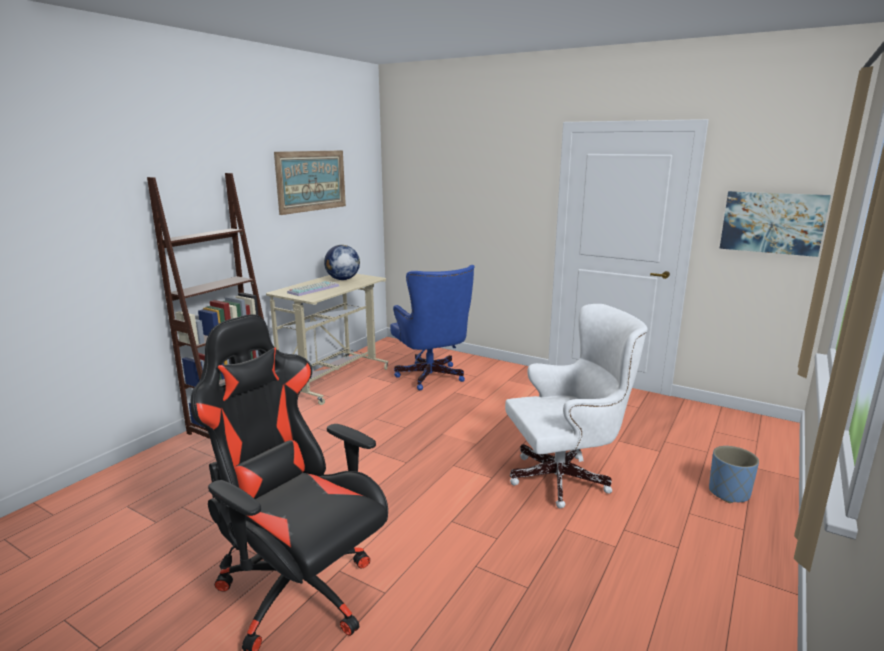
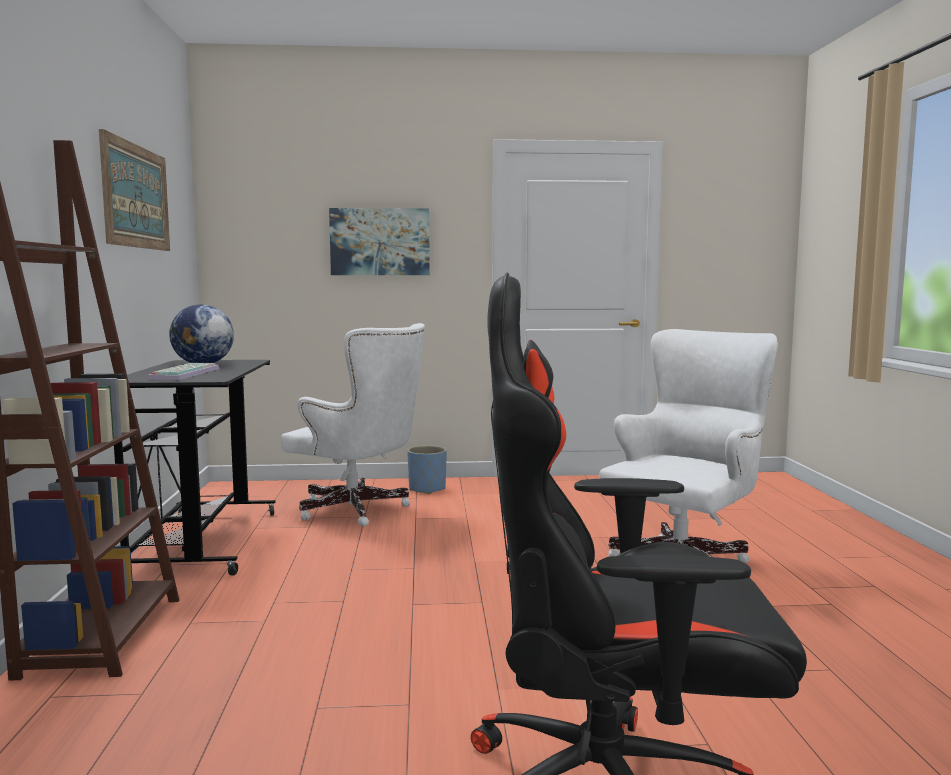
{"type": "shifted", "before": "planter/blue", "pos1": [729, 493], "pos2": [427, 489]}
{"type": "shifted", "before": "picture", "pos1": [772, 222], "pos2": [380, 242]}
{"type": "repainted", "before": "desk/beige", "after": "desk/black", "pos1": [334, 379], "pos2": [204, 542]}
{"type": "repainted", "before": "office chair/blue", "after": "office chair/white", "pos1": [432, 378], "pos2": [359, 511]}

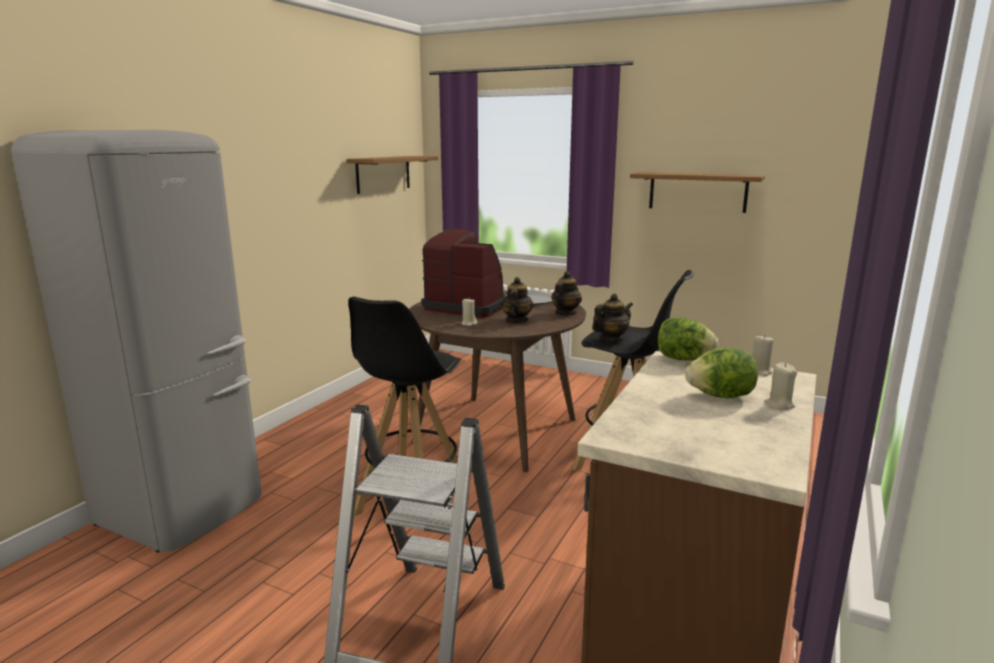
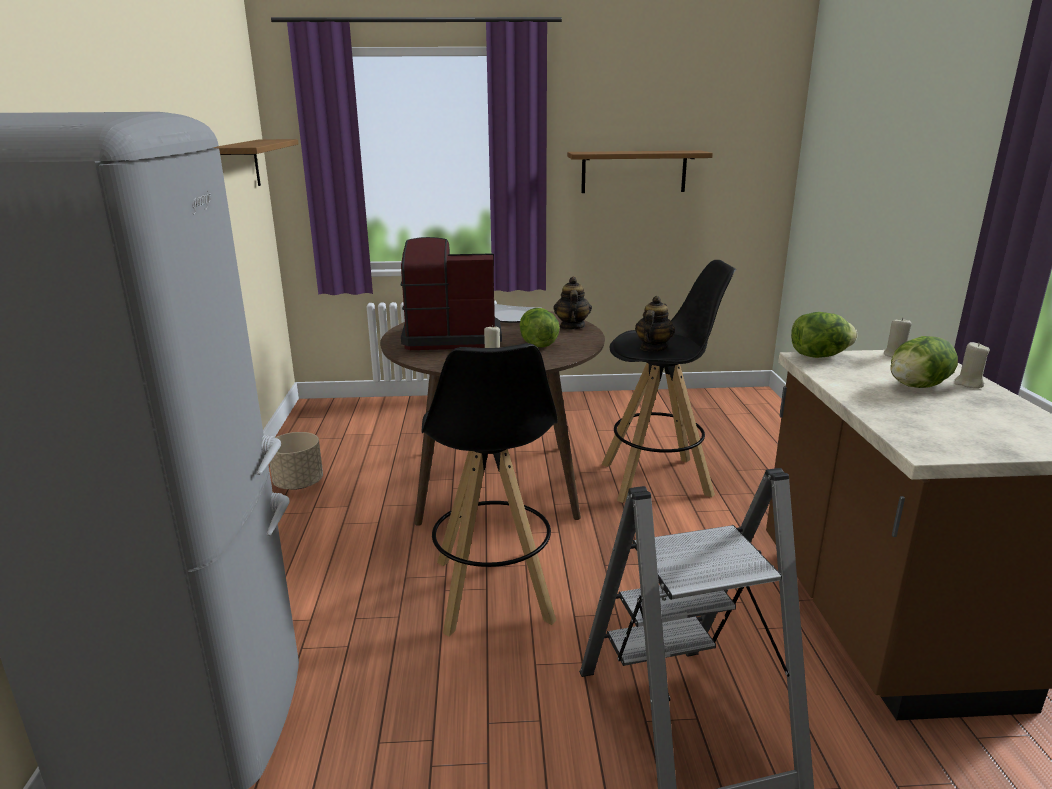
{"type": "new", "after": "planter/beige", "pos2": [298, 483]}
{"type": "swapped", "before": "teapot", "after": "lettuce", "pos1": [516, 320], "pos2": [538, 344]}

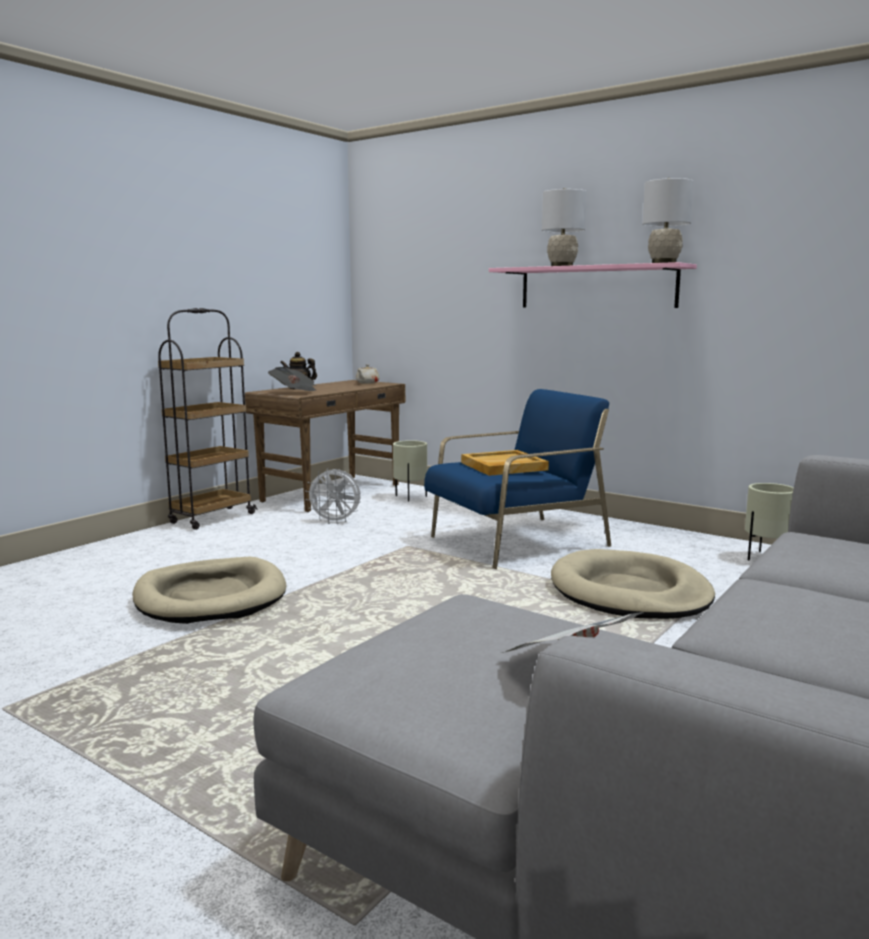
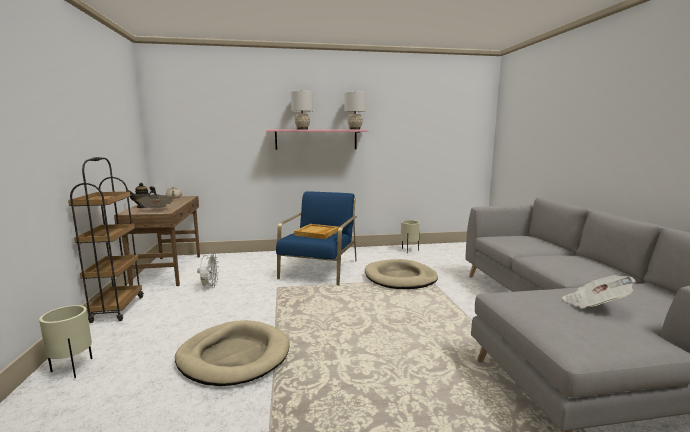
{"type": "shifted", "before": "planter/beige", "pos1": [410, 498], "pos2": [73, 369]}
{"type": "rotated", "before": "fan/white", "pos1": [335, 522], "pos2": [209, 286], "turn": -60}

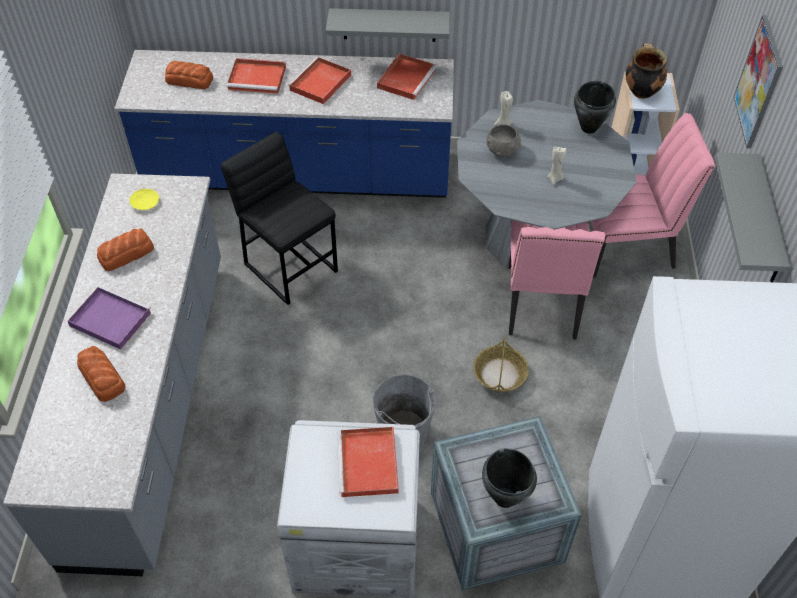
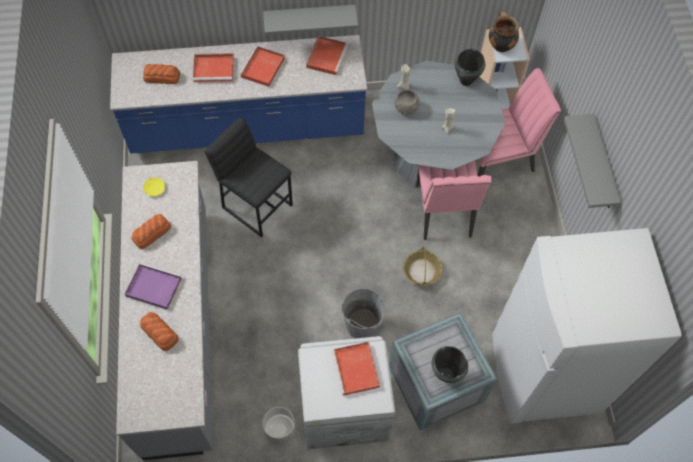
{"type": "gone", "before": "picture", "pos1": [758, 82]}
{"type": "new", "after": "planter/grey", "pos2": [280, 430]}

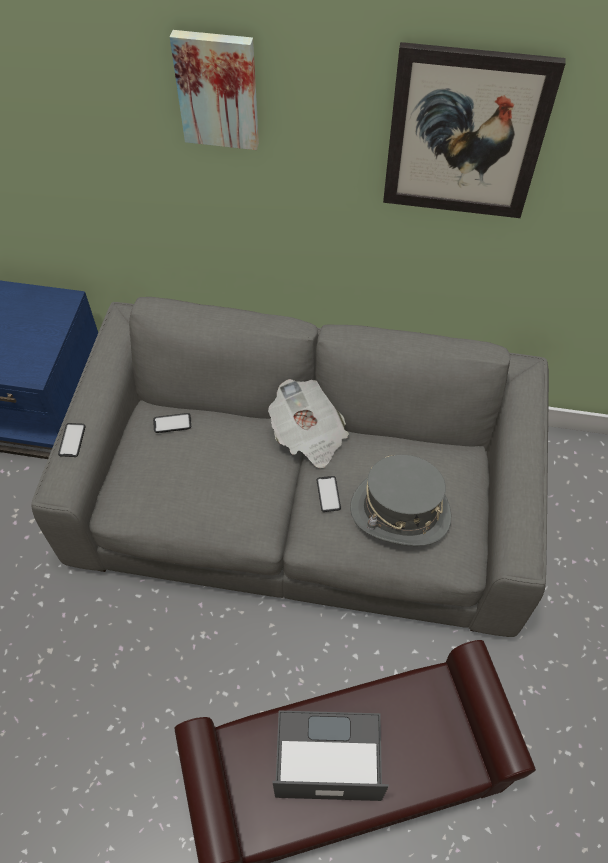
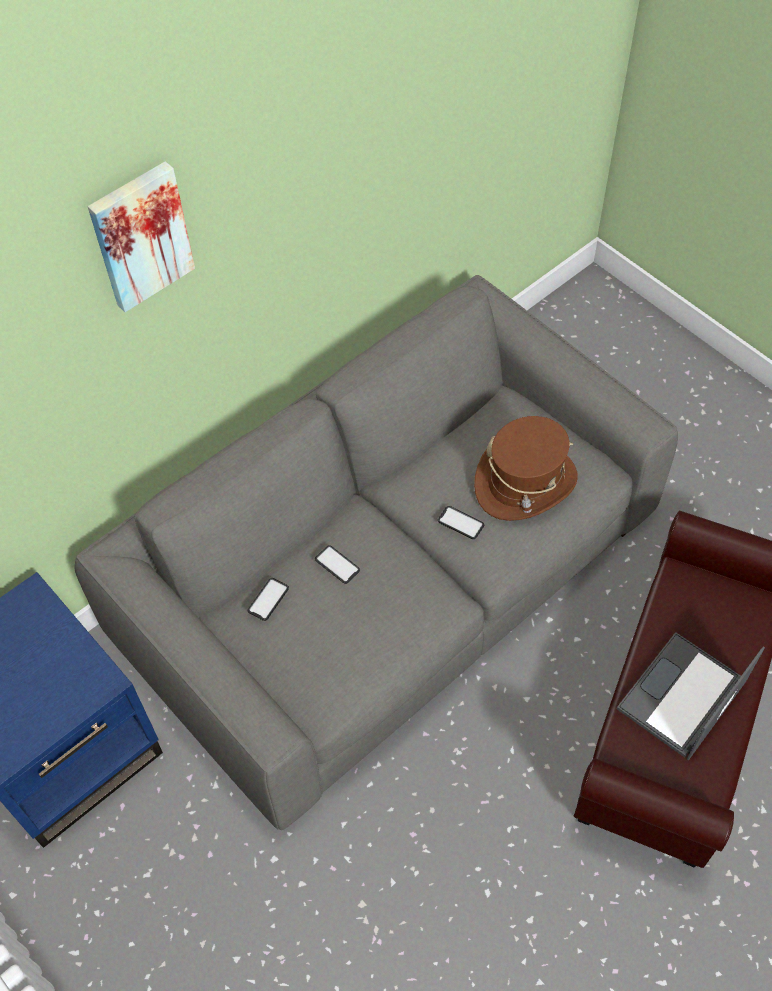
{"type": "gone", "before": "newspaper", "pos1": [309, 435]}
{"type": "gone", "before": "picture", "pos1": [465, 134]}
{"type": "shifted", "before": "phone", "pos1": [72, 440], "pos2": [337, 565]}
{"type": "repainted", "before": "hat/grey", "after": "hat/brown", "pos1": [400, 512], "pos2": [525, 483]}

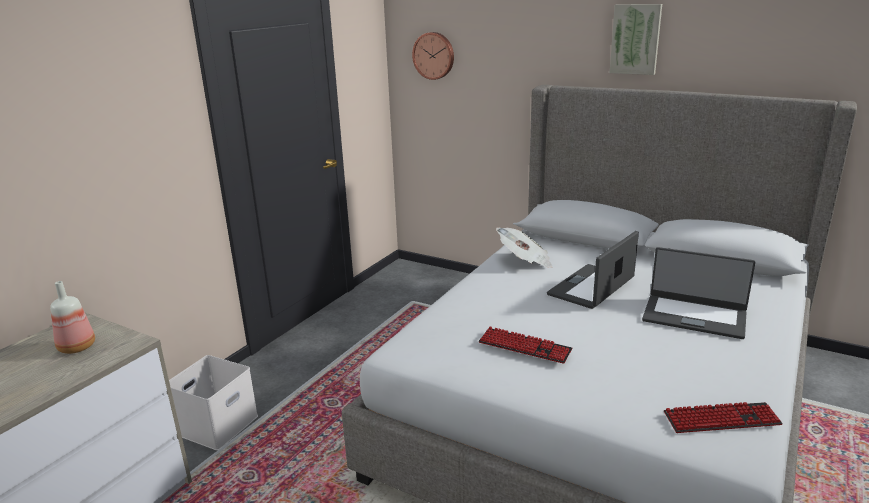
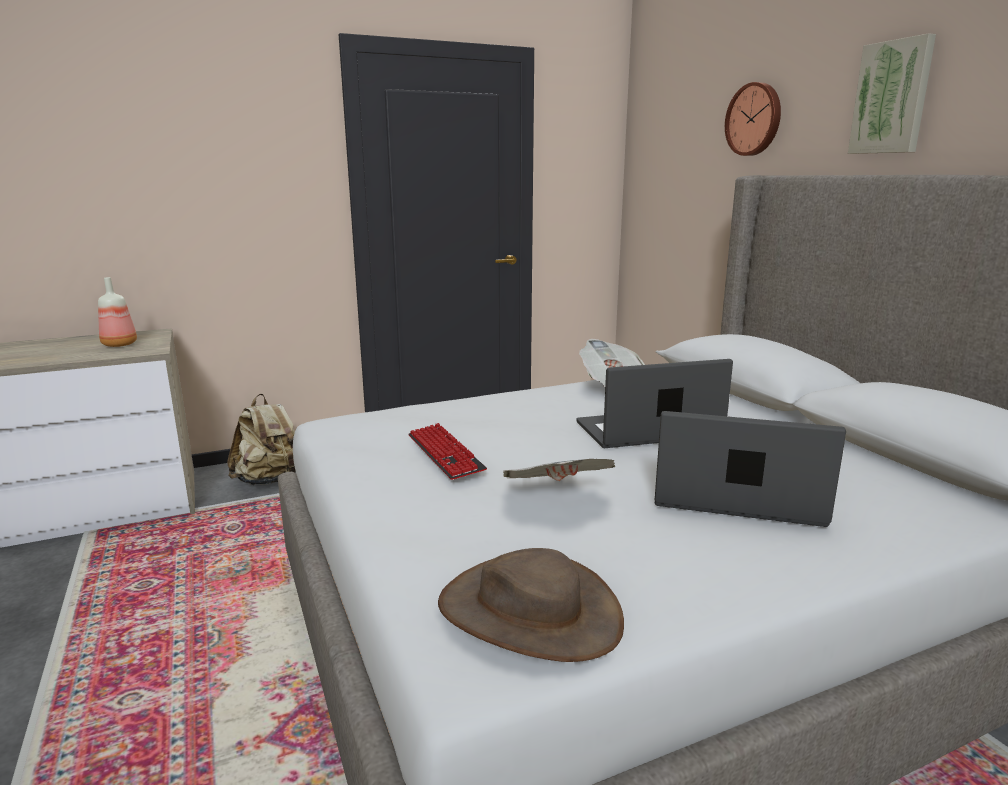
{"type": "new", "after": "newspaper", "pos2": [557, 498]}
{"type": "shifted", "before": "wall clock", "pos1": [434, 55], "pos2": [754, 119]}
{"type": "swapped", "before": "storage box/white", "after": "backpack/beige", "pos1": [217, 423], "pos2": [271, 481]}
{"type": "swapped", "before": "keyboard", "after": "hat/brown", "pos1": [721, 419], "pos2": [529, 612]}
{"type": "rotated", "before": "laptop", "pos1": [694, 316], "pos2": [737, 498], "turn": 135}

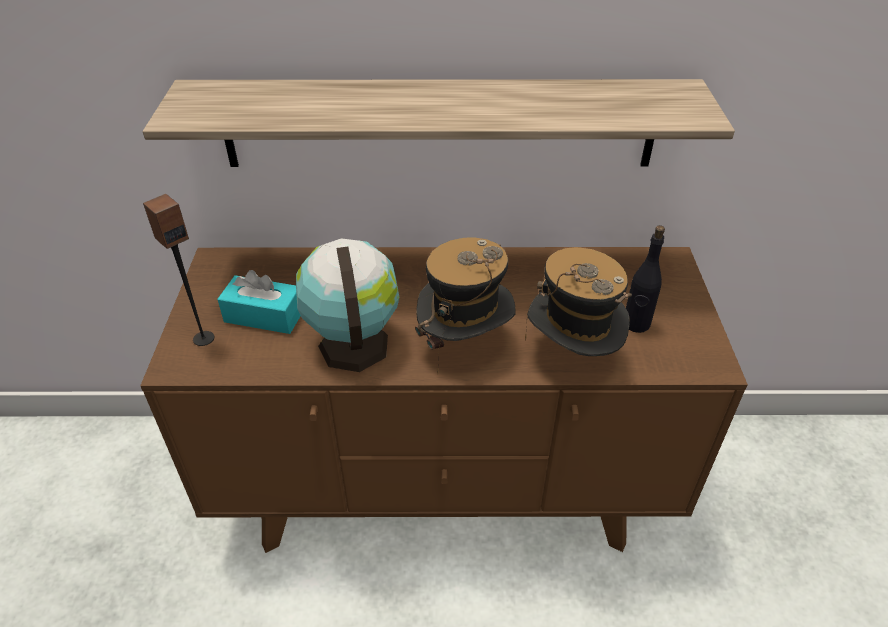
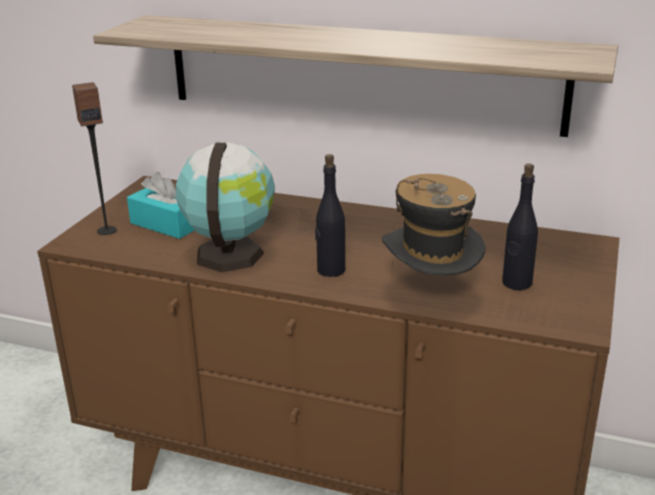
{"type": "swapped", "before": "hat", "after": "bottle/black", "pos1": [464, 345], "pos2": [330, 270]}

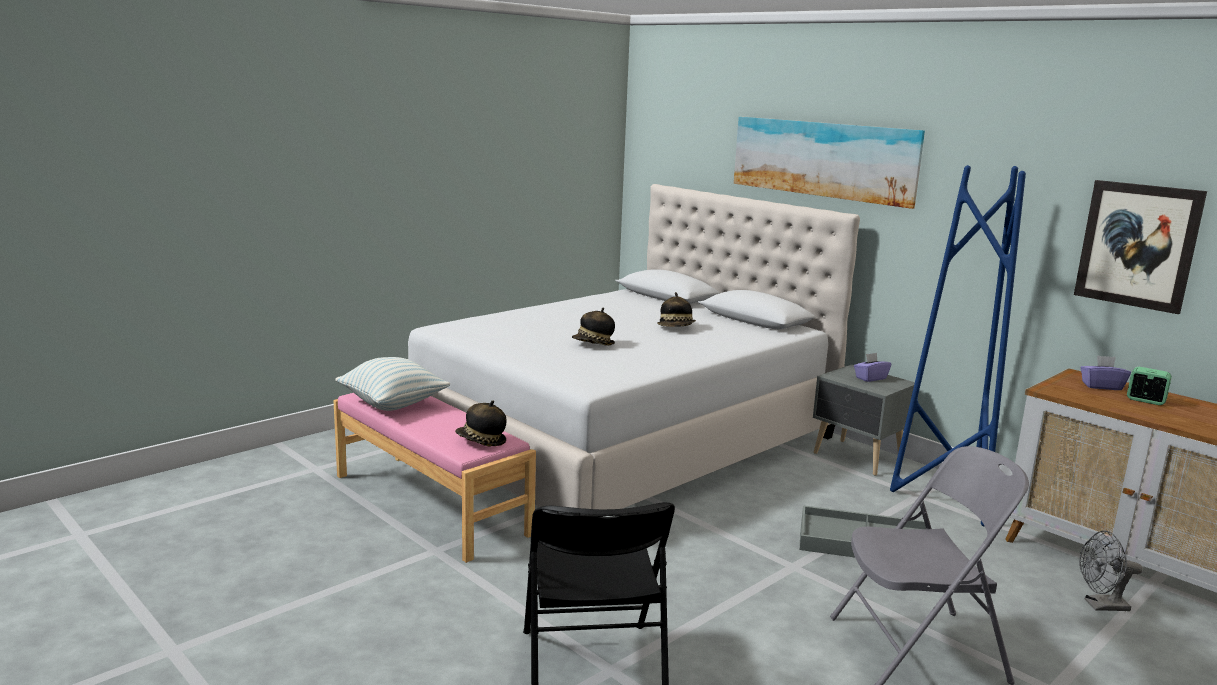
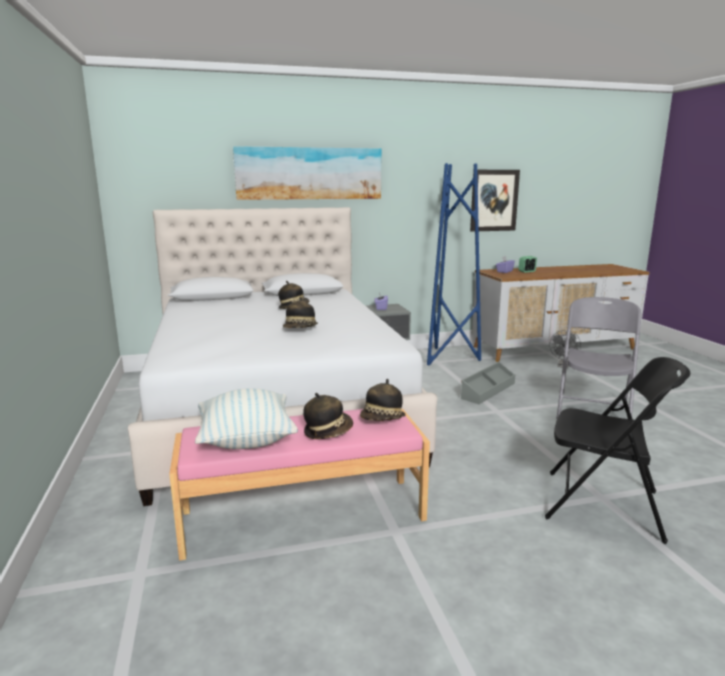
{"type": "new", "after": "hat", "pos2": [328, 431]}

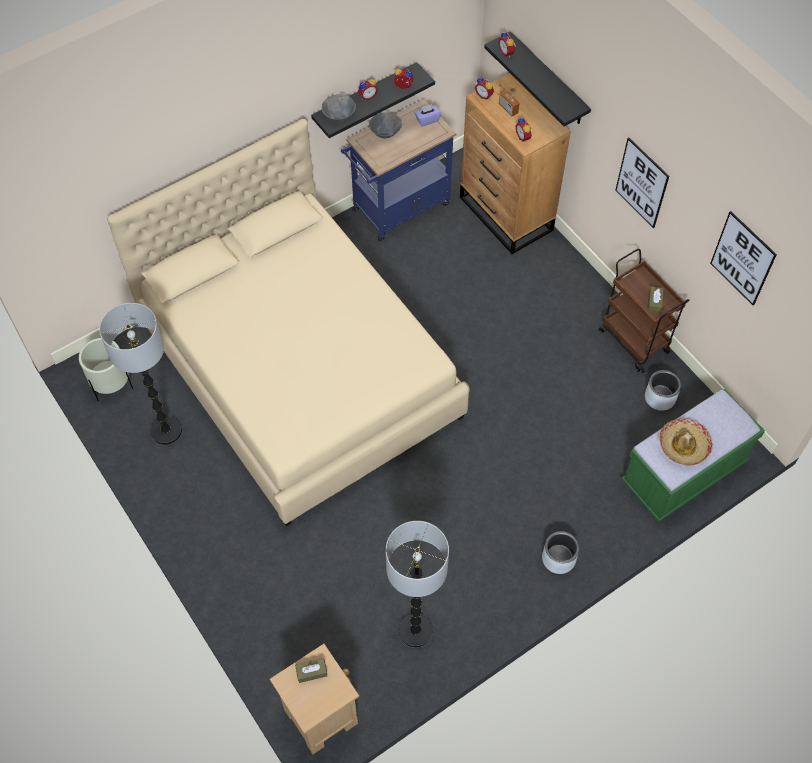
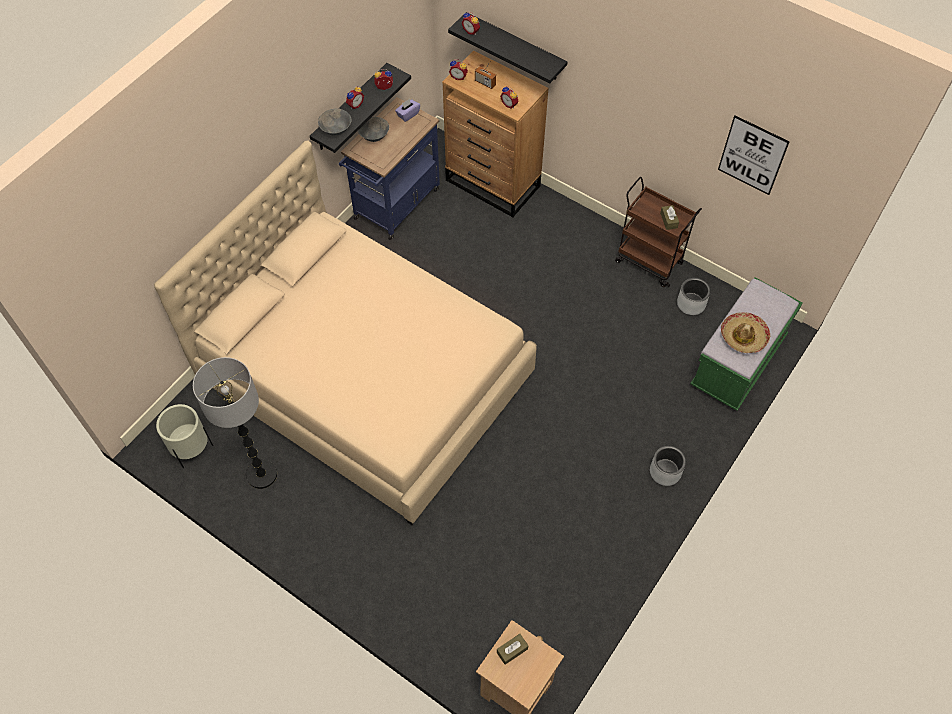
{"type": "gone", "before": "floor lamp", "pos1": [415, 630]}
{"type": "gone", "before": "picture", "pos1": [641, 183]}

